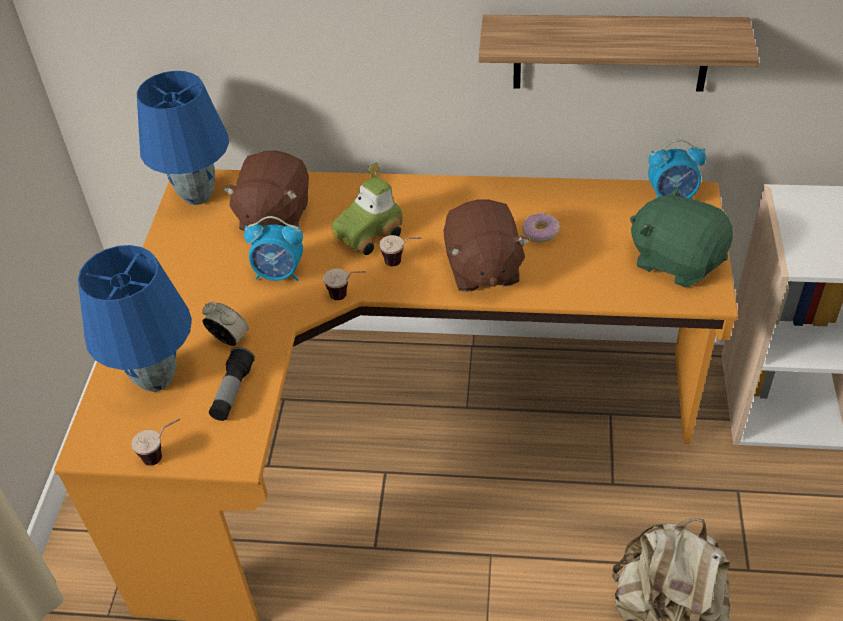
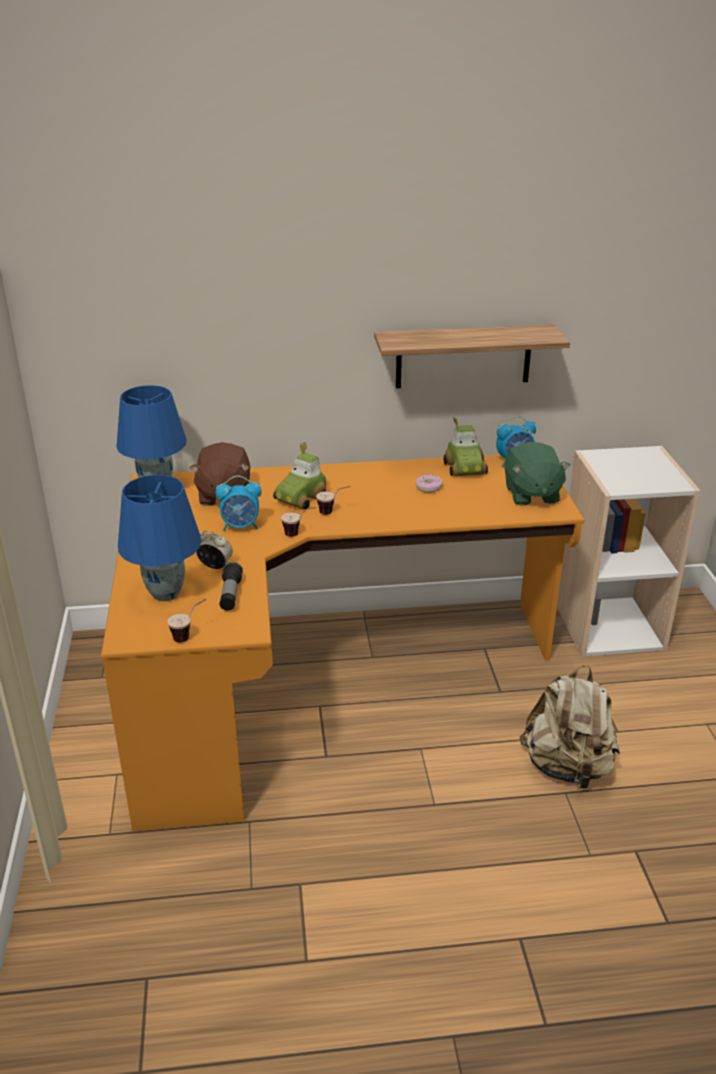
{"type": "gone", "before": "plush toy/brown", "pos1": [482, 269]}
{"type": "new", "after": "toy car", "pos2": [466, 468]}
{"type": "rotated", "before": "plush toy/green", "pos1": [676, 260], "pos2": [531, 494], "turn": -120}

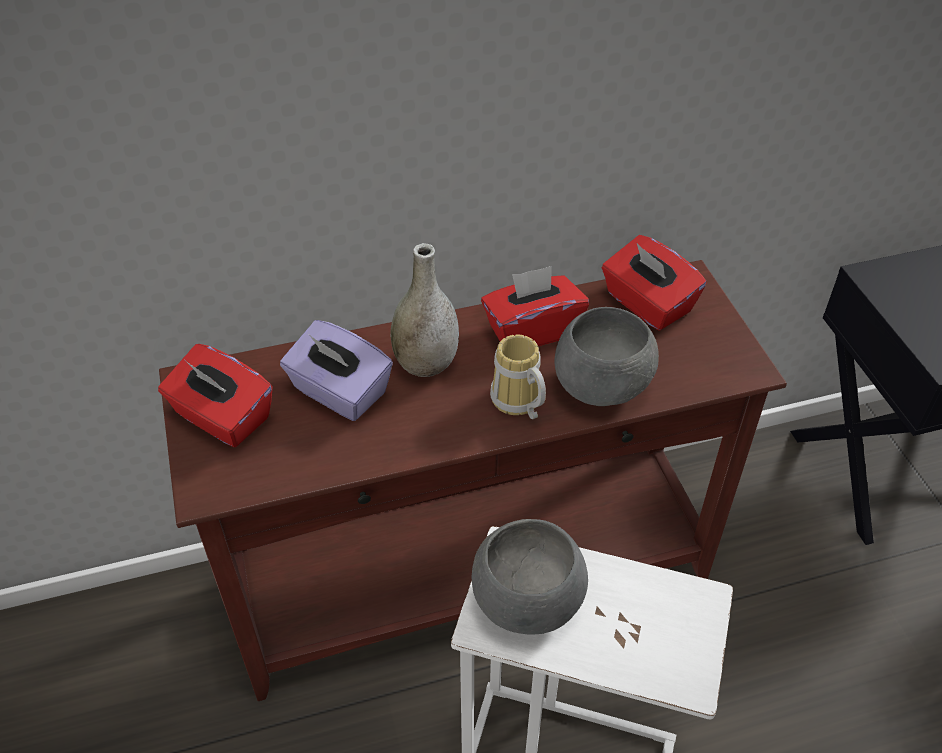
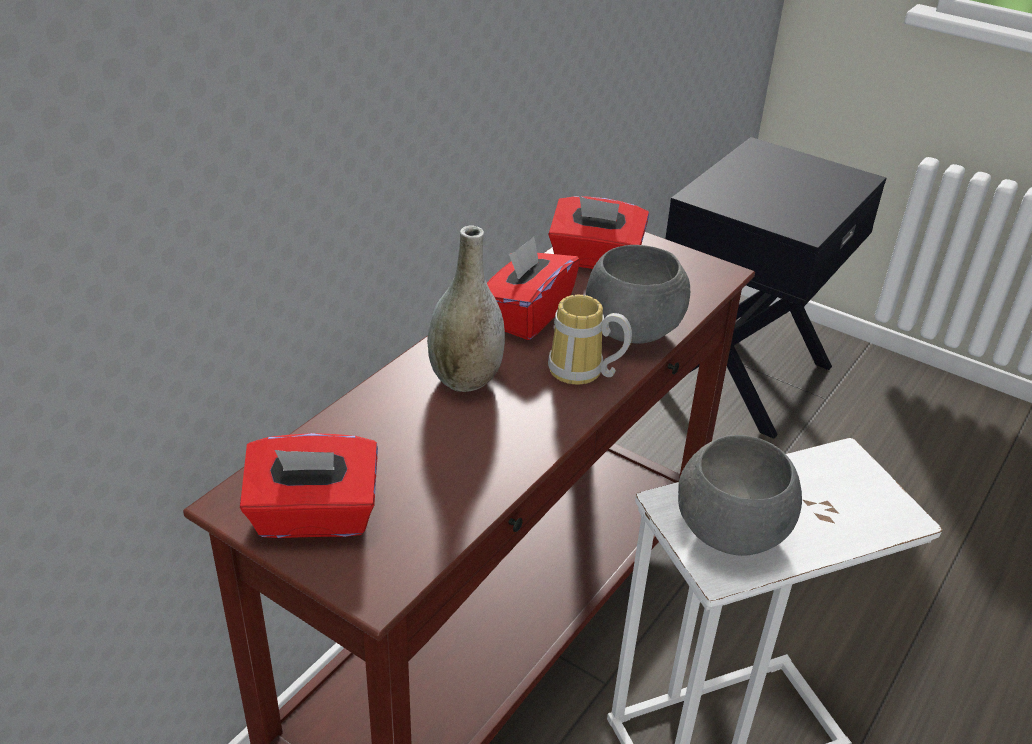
{"type": "gone", "before": "tissue box/purple", "pos1": [339, 392]}

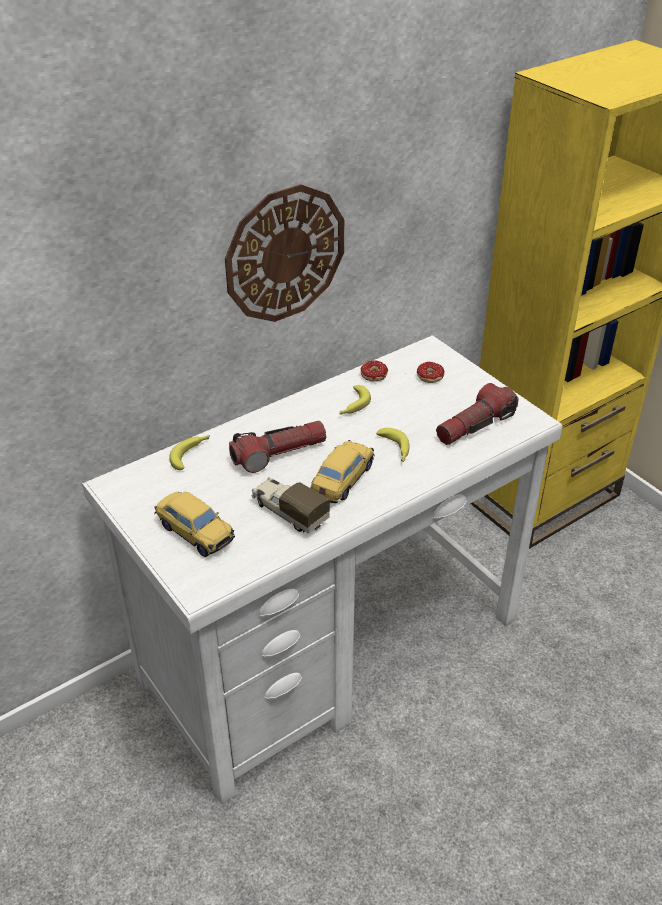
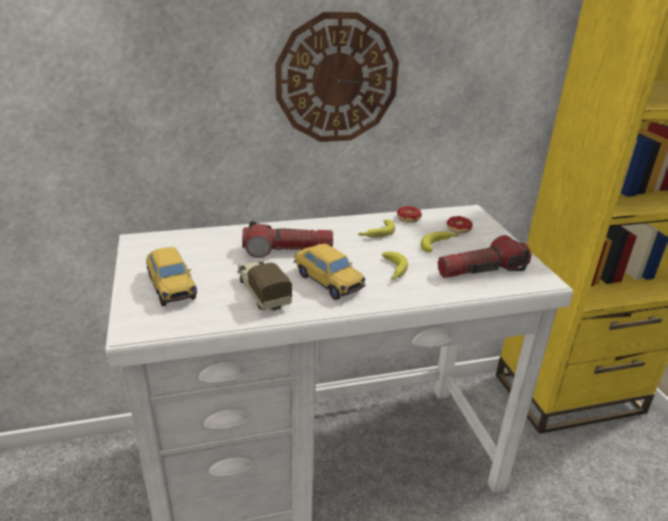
{"type": "shifted", "before": "banana", "pos1": [191, 454], "pos2": [440, 245]}
{"type": "rotated", "before": "toy car", "pos1": [342, 481], "pos2": [328, 282], "turn": 90}

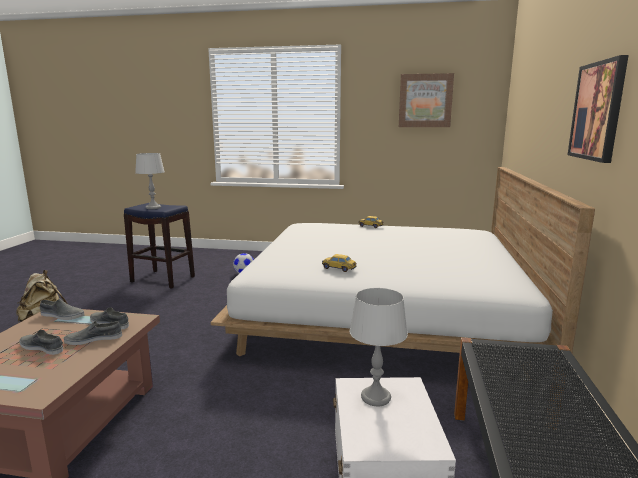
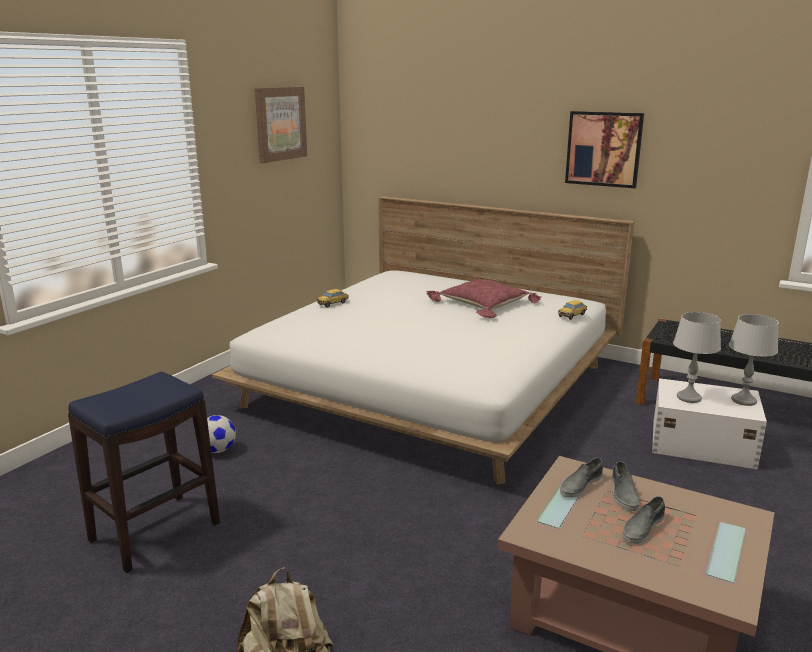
{"type": "gone", "before": "shoe/grey", "pos1": [62, 315]}
{"type": "new", "after": "pillow/red", "pos2": [483, 302]}
{"type": "shifted", "before": "table lamp/grey", "pos1": [153, 207], "pos2": [744, 400]}
{"type": "shifted", "before": "toy car", "pos1": [339, 269], "pos2": [572, 315]}

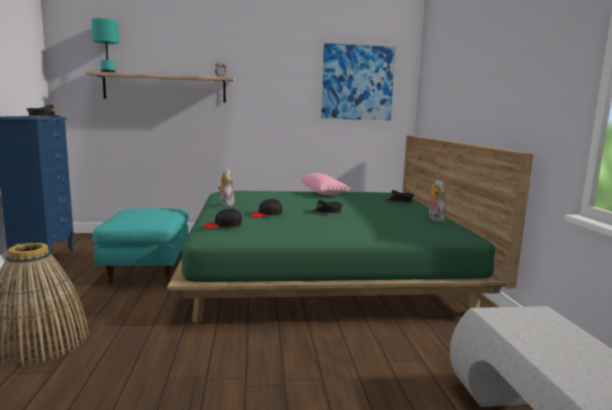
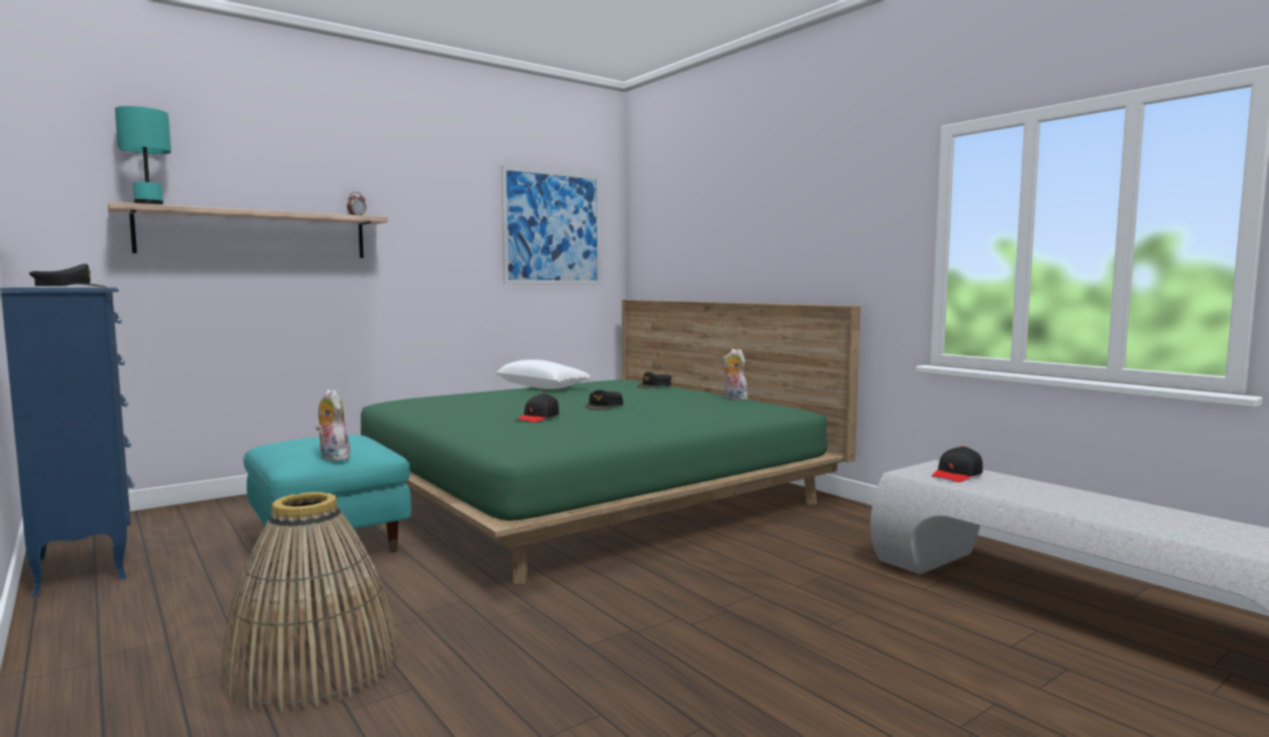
{"type": "shifted", "before": "cap/black", "pos1": [223, 225], "pos2": [957, 475]}
{"type": "shifted", "before": "plush toy", "pos1": [226, 204], "pos2": [332, 458]}
{"type": "repainted", "before": "pillow/pink", "after": "pillow/white", "pos1": [324, 193], "pos2": [542, 387]}

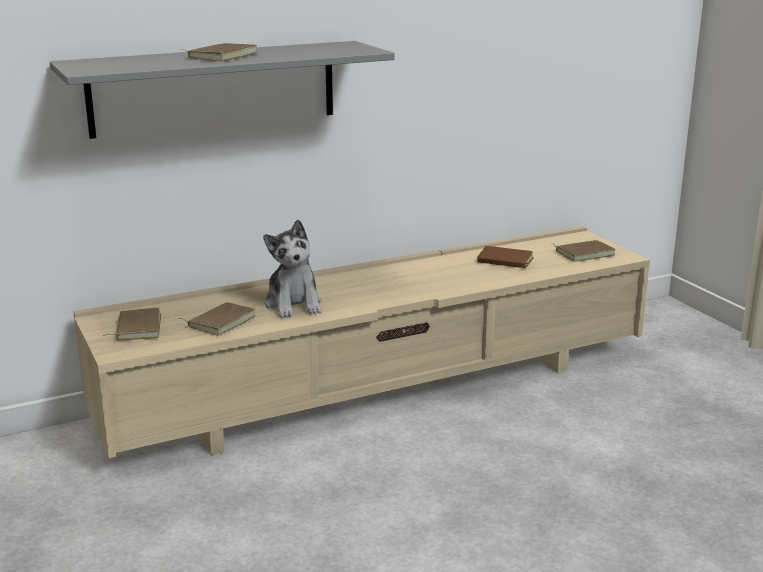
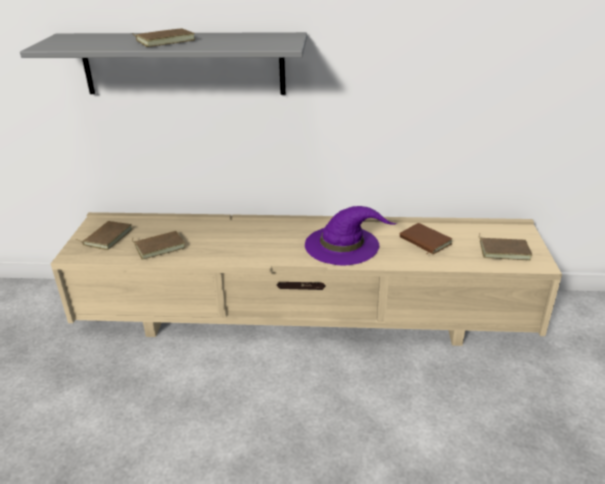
{"type": "gone", "before": "plush toy", "pos1": [294, 304]}
{"type": "new", "after": "hat/purple", "pos2": [343, 245]}

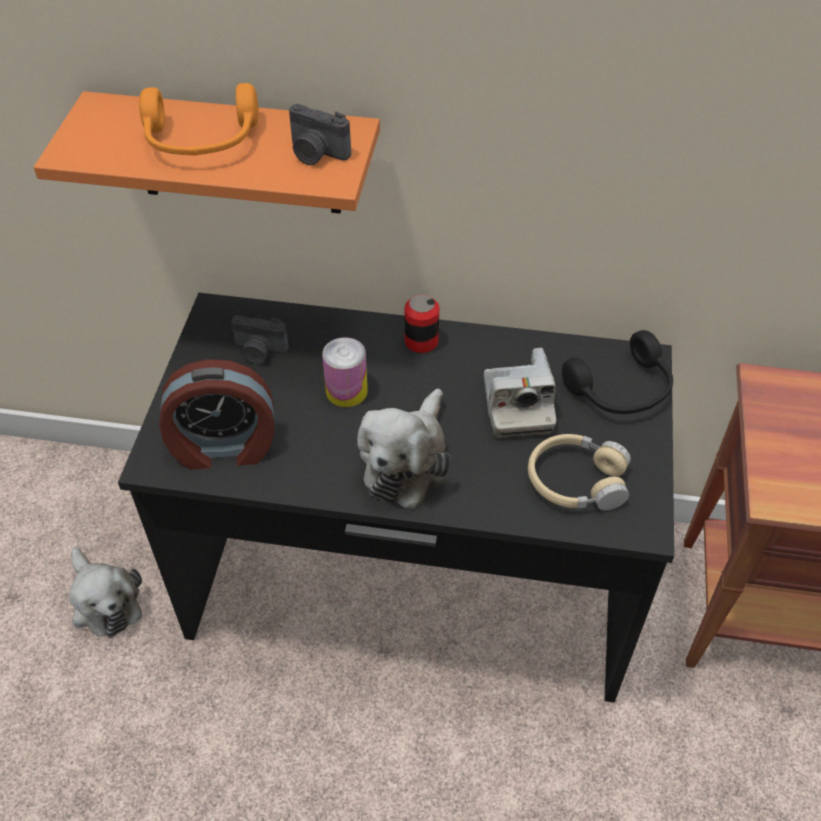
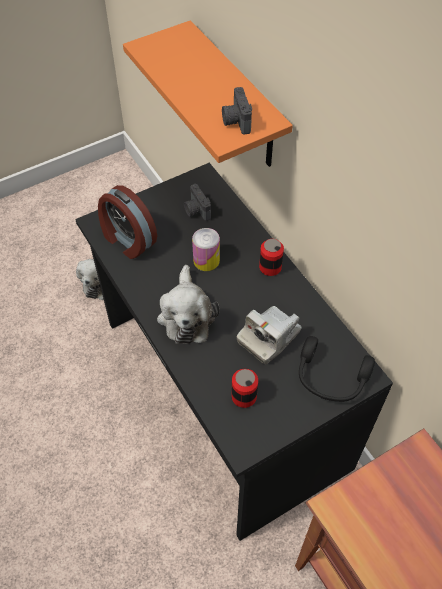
{"type": "gone", "before": "headphones/orange", "pos1": [201, 141]}
{"type": "swapped", "before": "headphones/beige", "after": "can", "pos1": [576, 481], "pos2": [244, 396]}
{"type": "rotated", "before": "plush toy", "pos1": [407, 461], "pos2": [186, 315], "turn": -75}

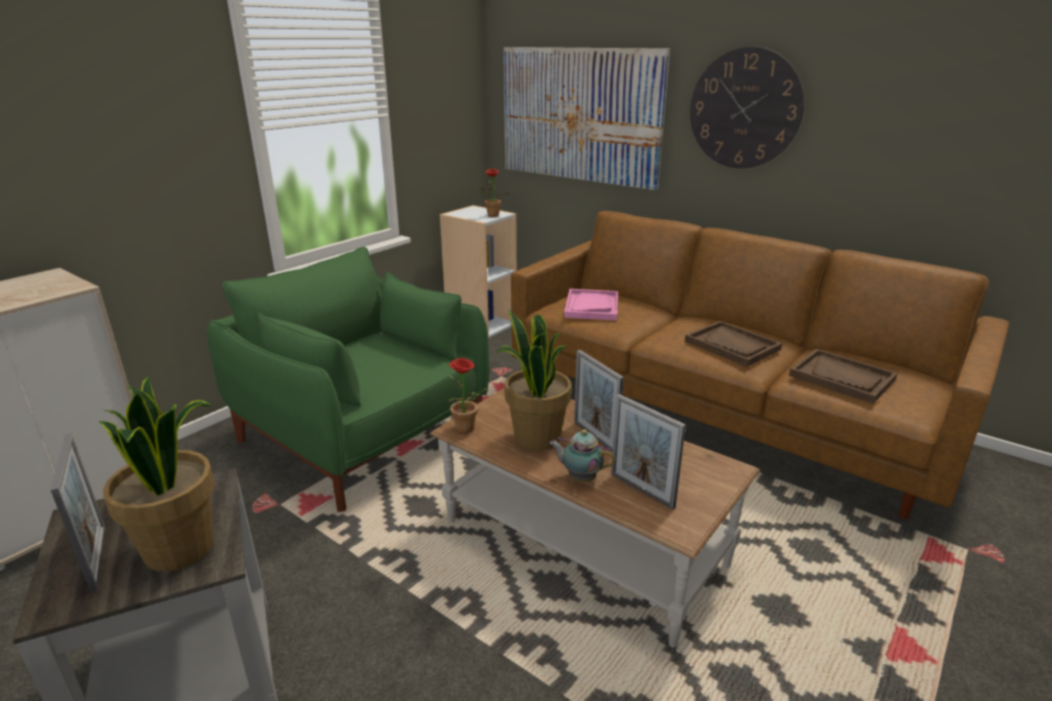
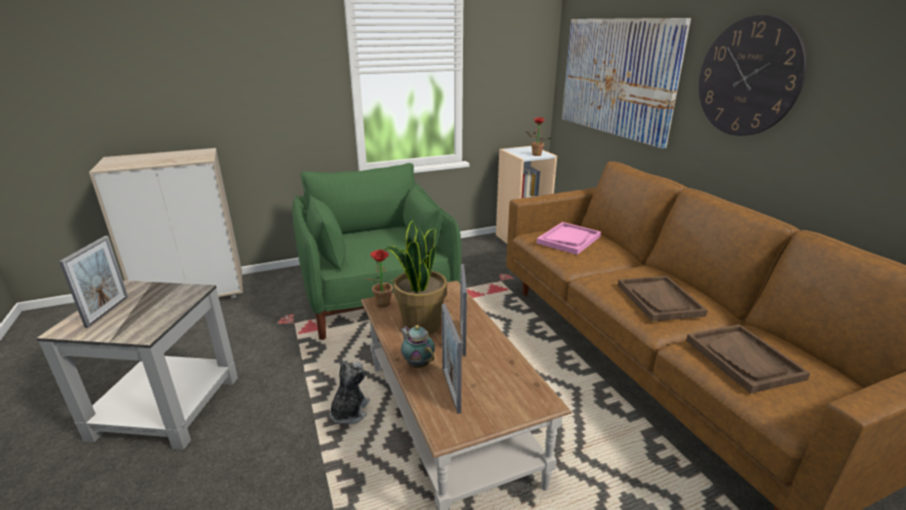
{"type": "gone", "before": "potted plant", "pos1": [181, 548]}
{"type": "new", "after": "plush toy", "pos2": [349, 412]}

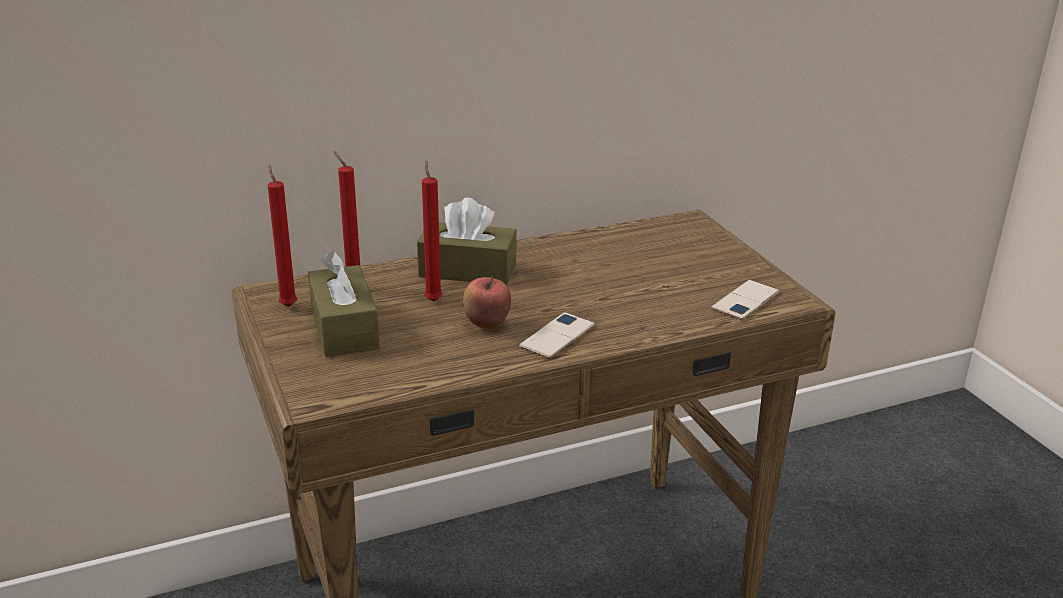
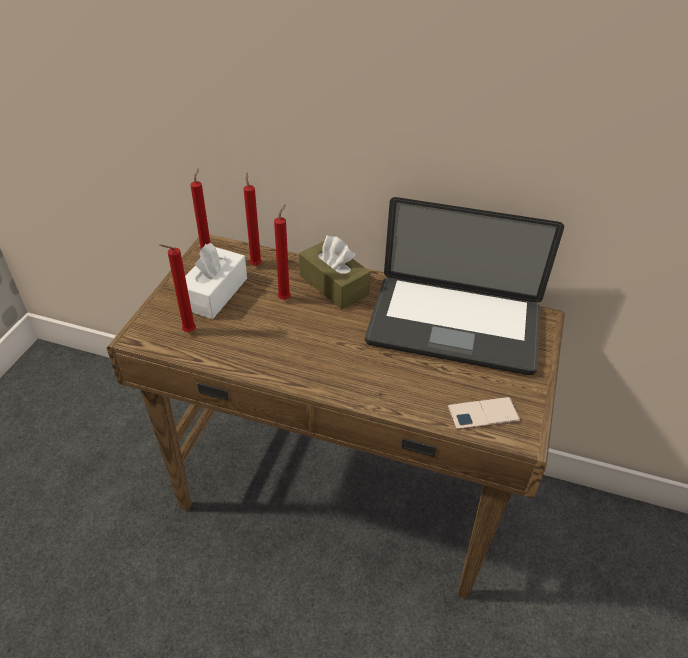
{"type": "gone", "before": "apple", "pos1": [486, 325]}
{"type": "gone", "before": "phone", "pos1": [557, 336]}
{"type": "new", "after": "candle/red", "pos2": [187, 332]}
{"type": "new", "after": "laptop", "pos2": [454, 326]}
{"type": "repainted", "before": "tissue box/brown", "after": "tissue box/white", "pos1": [344, 328], "pos2": [214, 293]}

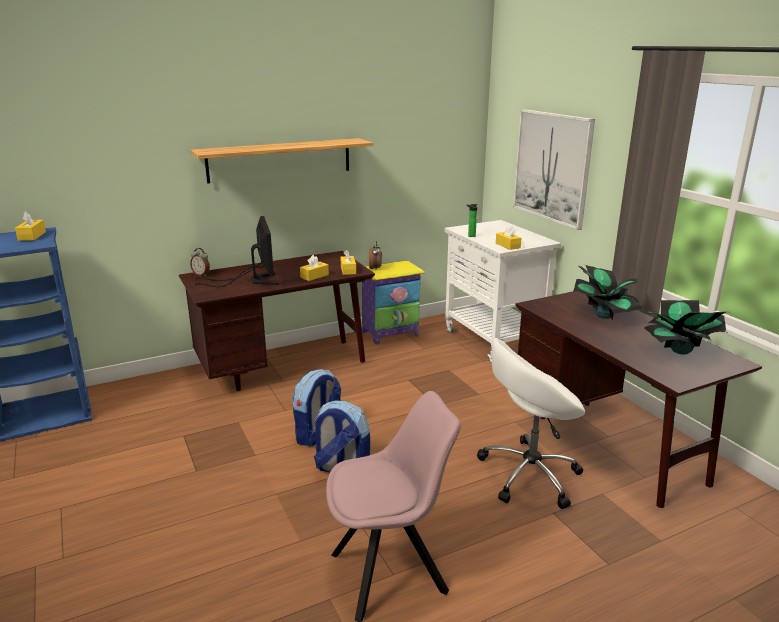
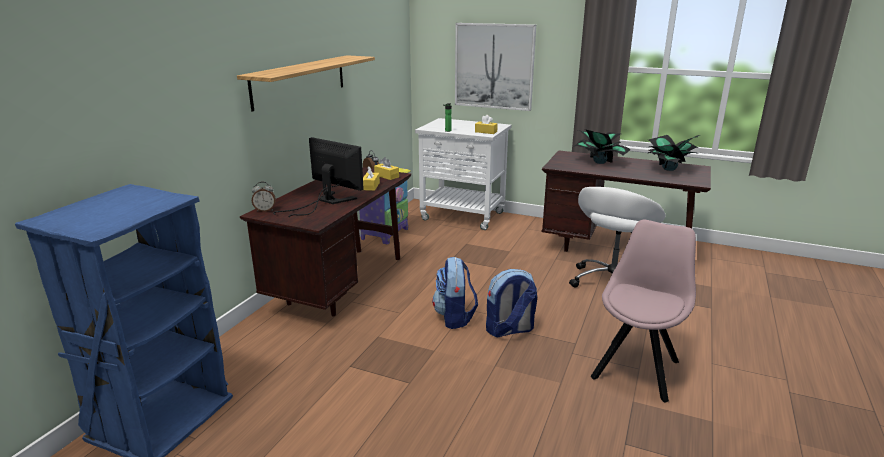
{"type": "gone", "before": "tissue box/yellow", "pos1": [32, 236]}

